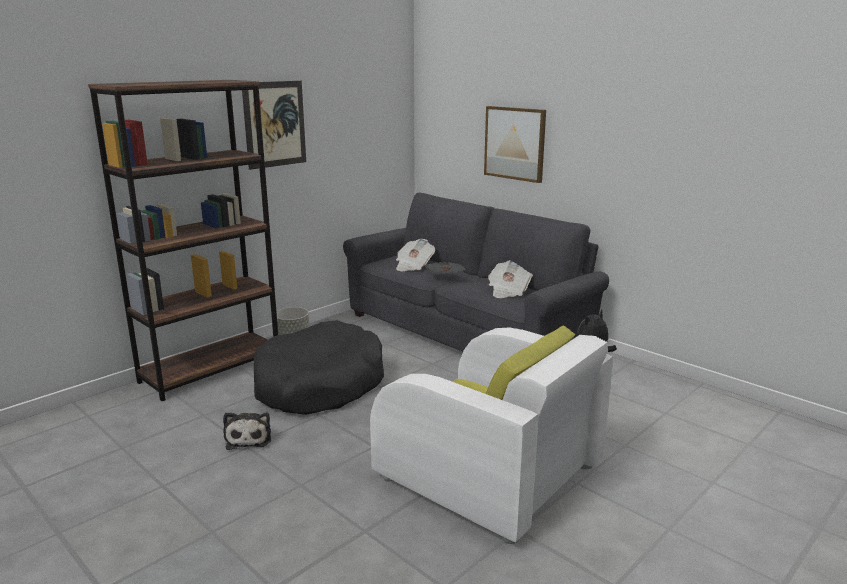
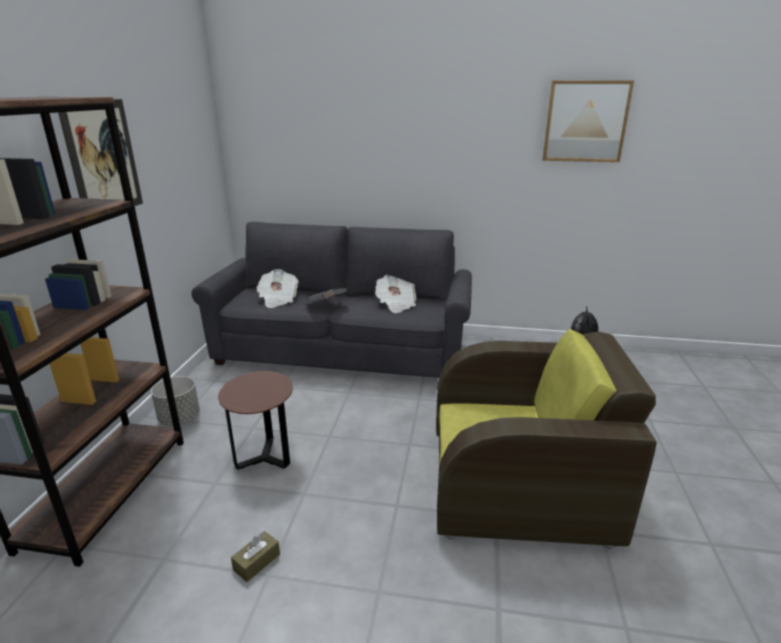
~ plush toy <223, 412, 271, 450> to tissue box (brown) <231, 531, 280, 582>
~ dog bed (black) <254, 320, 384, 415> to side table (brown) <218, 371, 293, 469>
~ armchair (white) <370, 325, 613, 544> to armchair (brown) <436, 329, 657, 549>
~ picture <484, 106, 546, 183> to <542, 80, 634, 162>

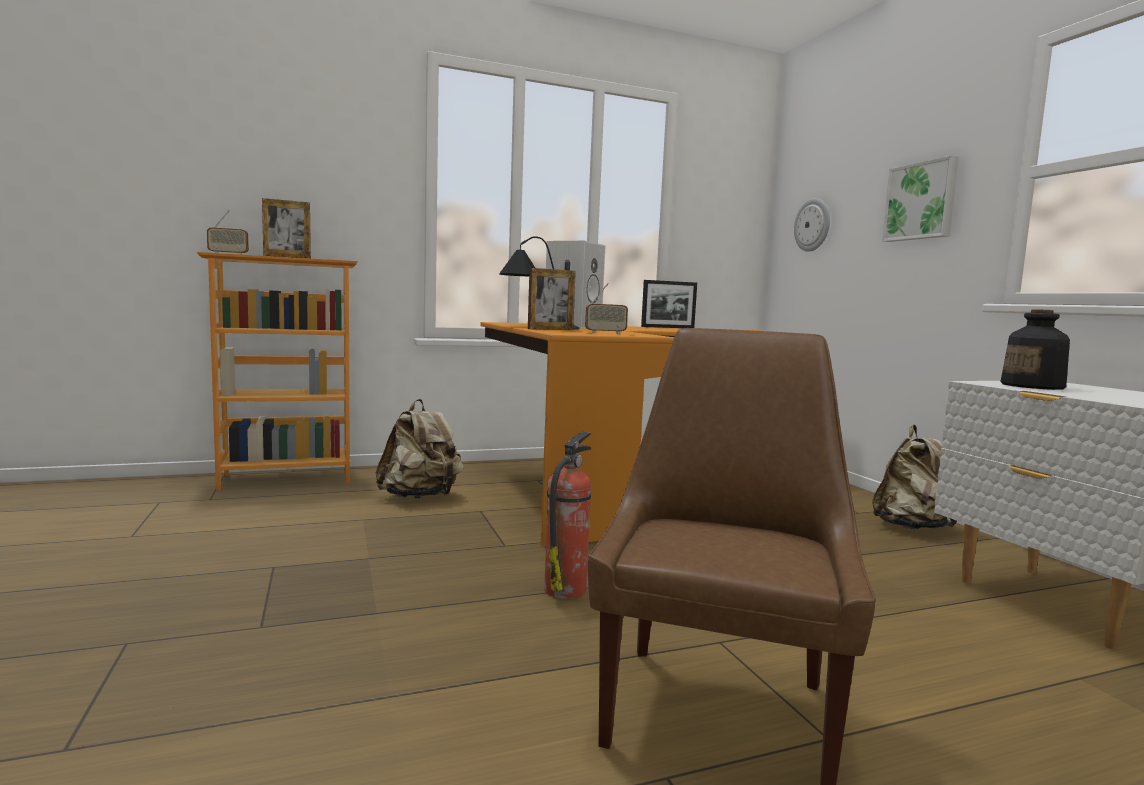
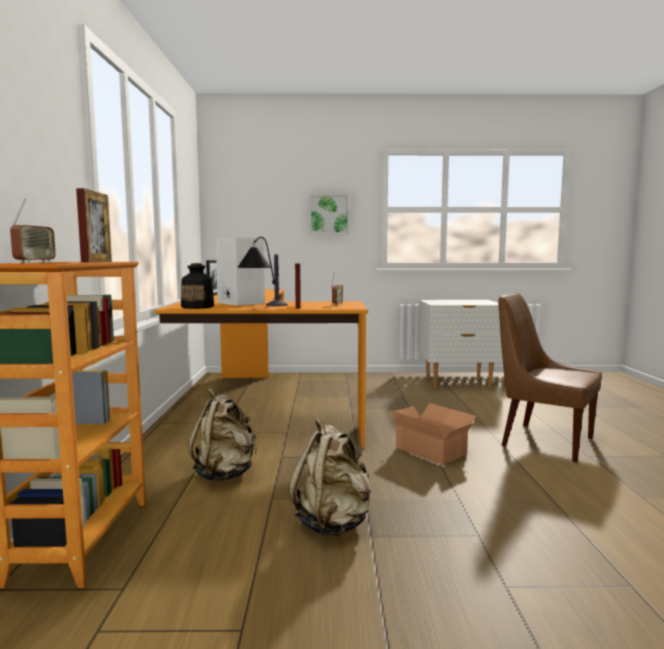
~ fire extinguisher <544, 432, 591, 599> to cardboard box <390, 403, 476, 465>
- wall clock <794, 198, 830, 252>
~ backpack (beige) <872, 424, 960, 529> to <288, 418, 371, 536>
~ bottle <1000, 309, 1070, 390> to <181, 263, 214, 309>

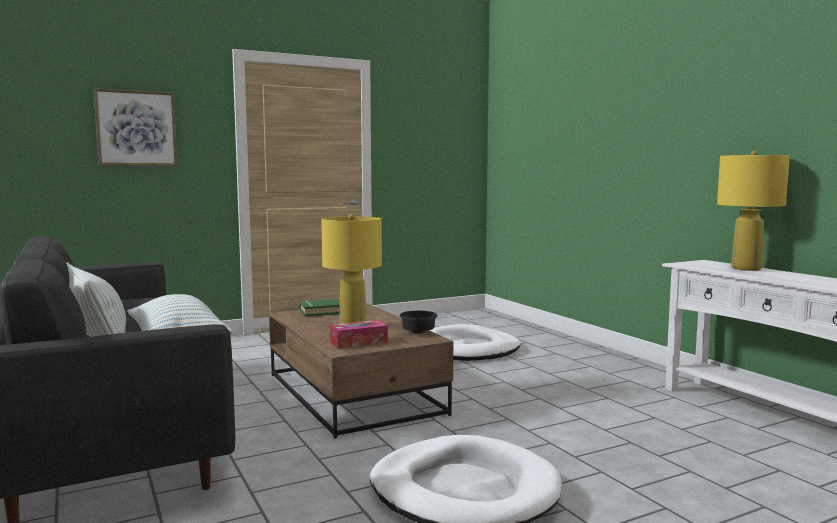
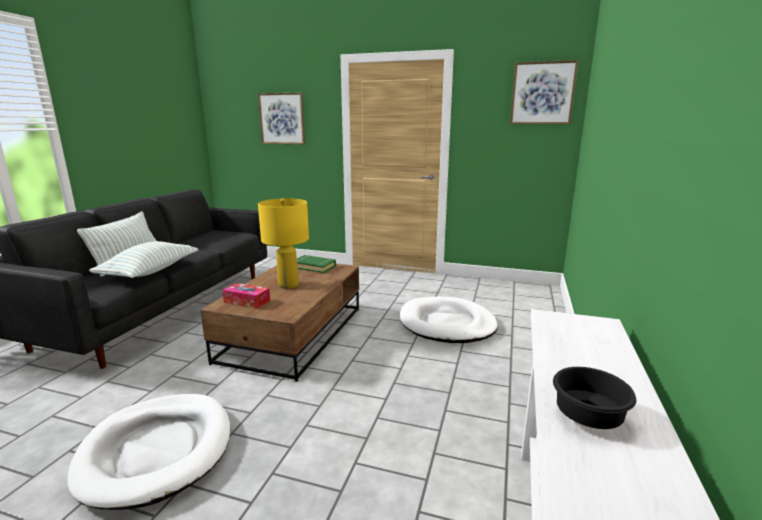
~ bowl (black) <400, 311, 438, 334> to <553, 367, 636, 429>
- table lamp (yellow) <717, 151, 790, 271>
+ picture <510, 60, 579, 124>

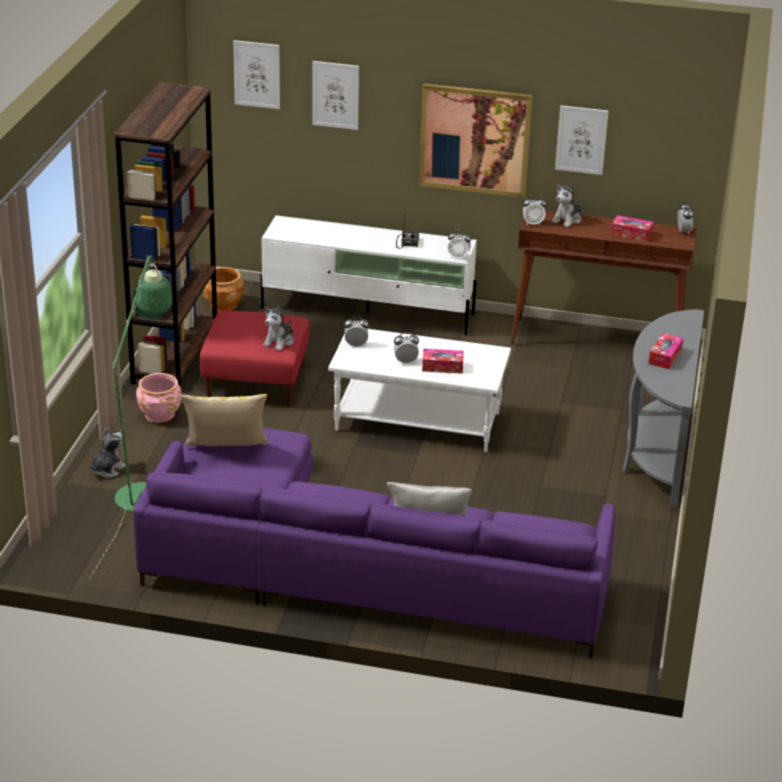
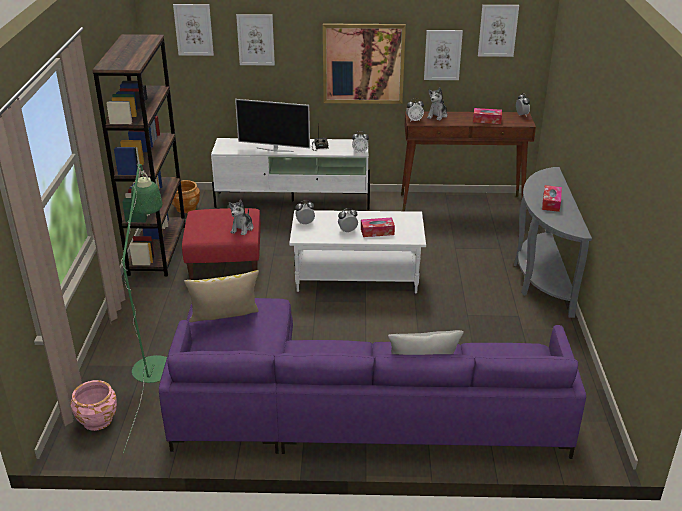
- plush toy <89, 428, 126, 478>
~ planter (pink) <136, 373, 181, 423> to <71, 380, 117, 431>
+ television <235, 99, 310, 152>
+ picture <478, 5, 519, 57>

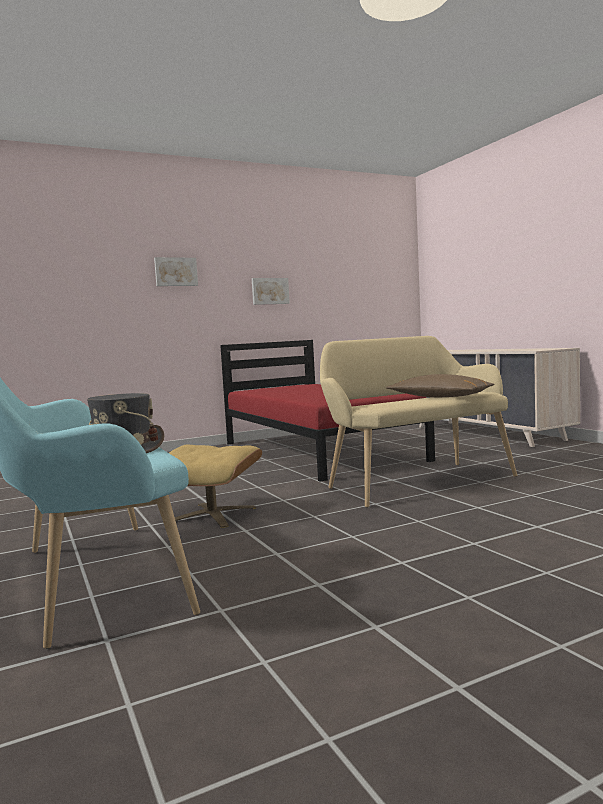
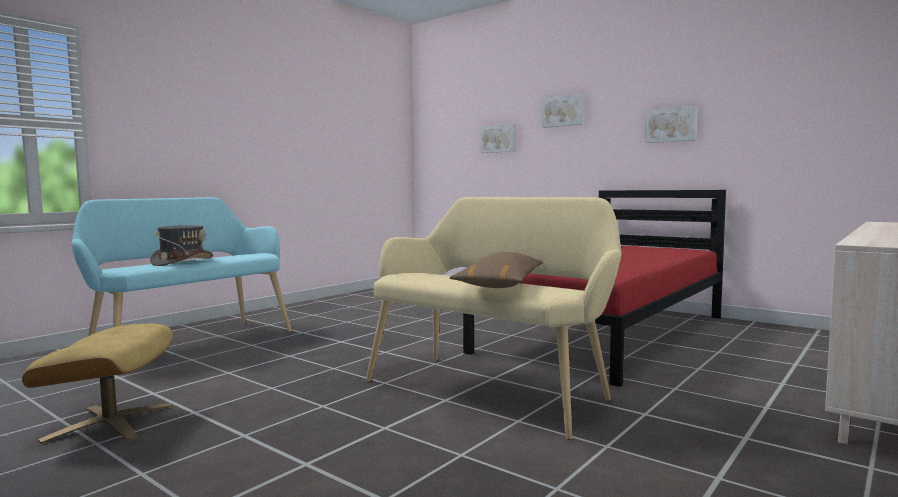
~ ottoman (beige) <169, 444, 262, 528> to <22, 323, 173, 444>
+ picture <480, 123, 516, 153>

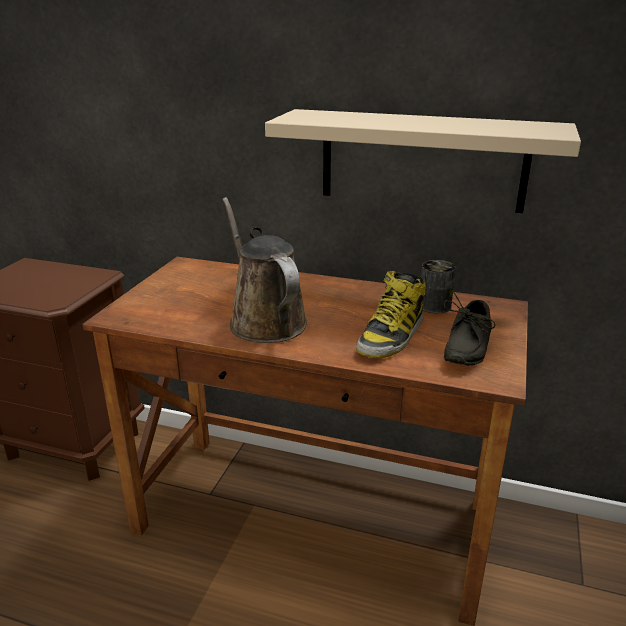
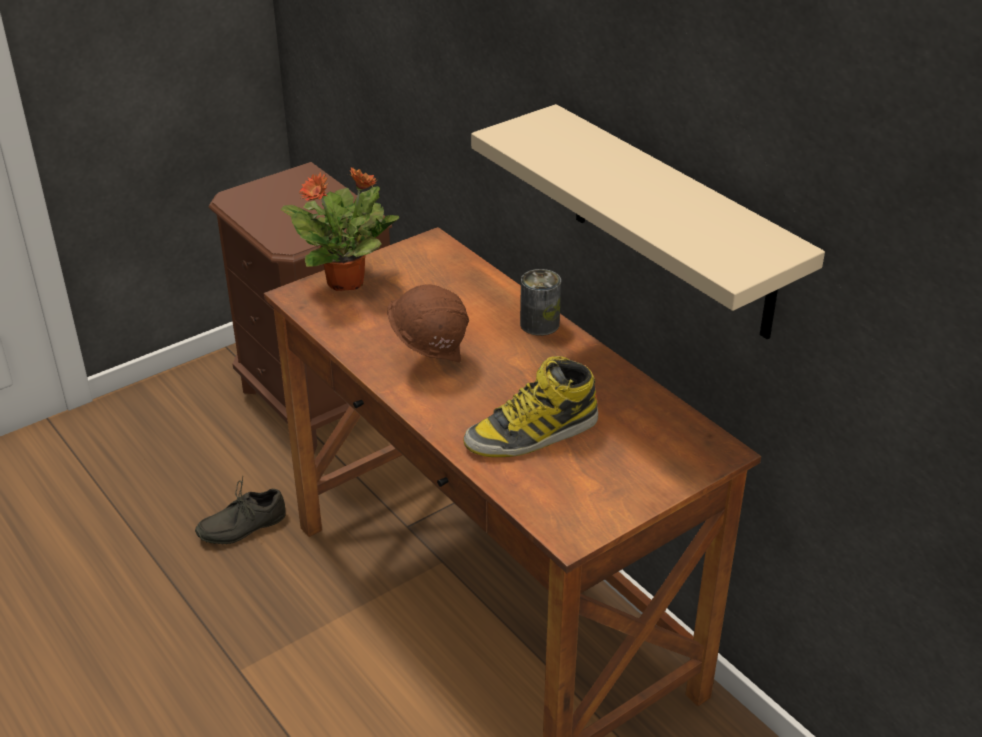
~ watering can (brown) <222, 197, 307, 343> to hard hat (brown) <387, 284, 469, 363>
~ can <421, 260, 456, 313> to <520, 269, 561, 336>
~ shoe (grey) <444, 291, 495, 366> to <195, 476, 286, 544>
+ potted plant <281, 168, 399, 291>

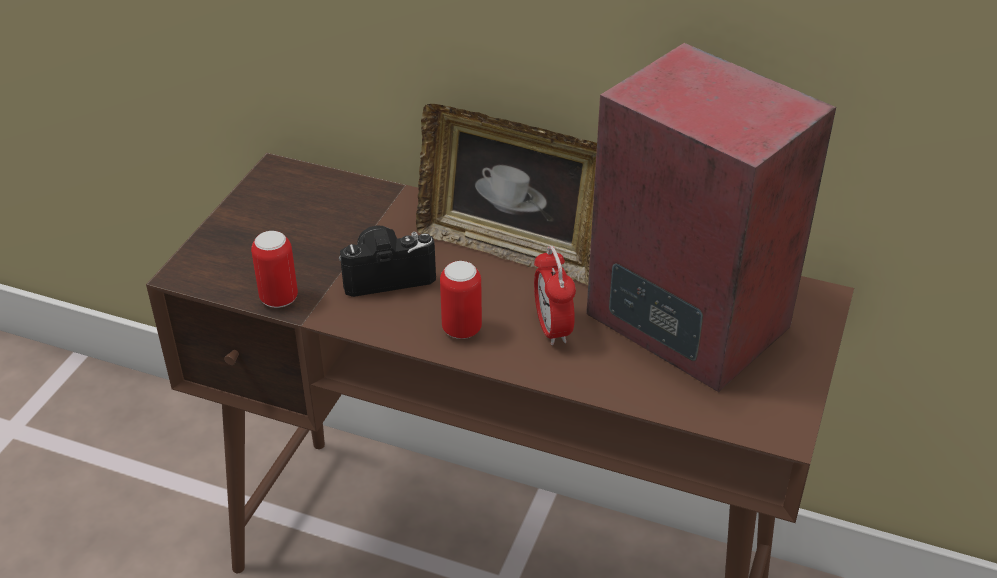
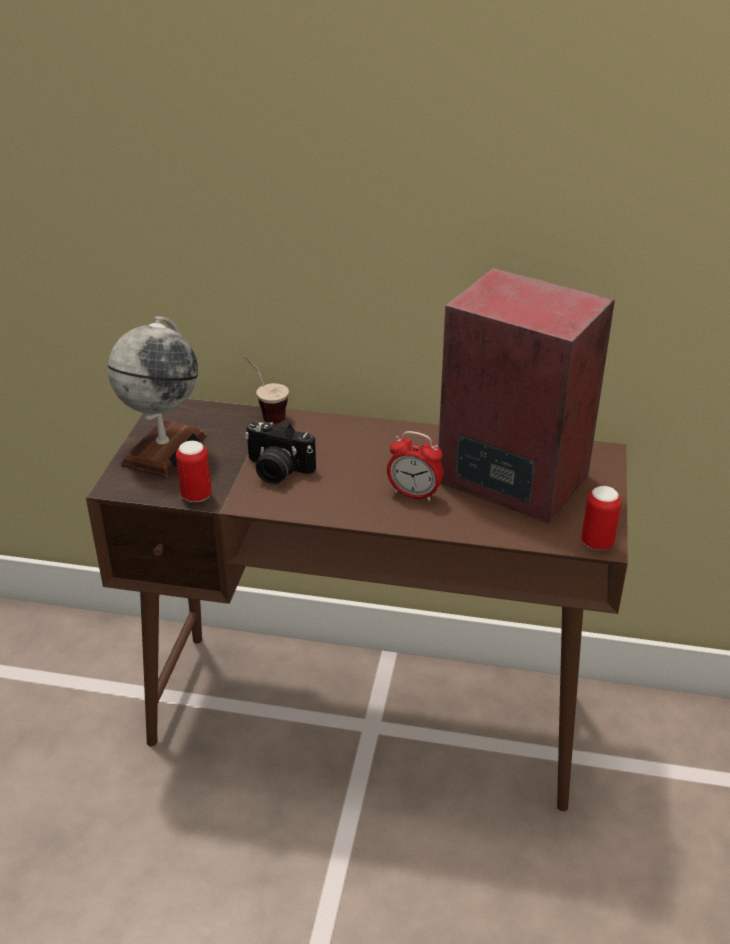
~ photo camera <339, 225, 436, 297> = <245, 421, 316, 484> 135 degrees counterclockwise
- picture frame <416, 104, 597, 285>
~ can <440, 261, 482, 339> to <581, 486, 621, 550>
~ alarm clock <534, 246, 576, 345> = <387, 431, 443, 501> 45 degrees counterclockwise
+ globe <108, 316, 207, 477>
+ cup <245, 356, 289, 424>

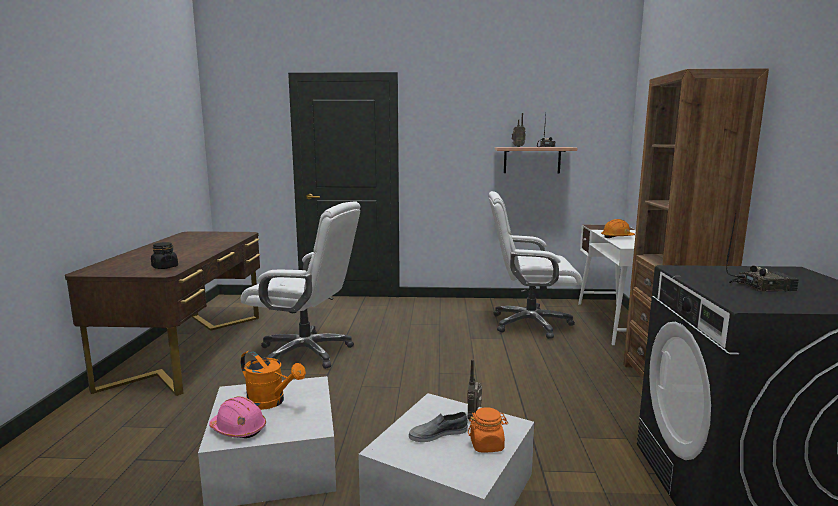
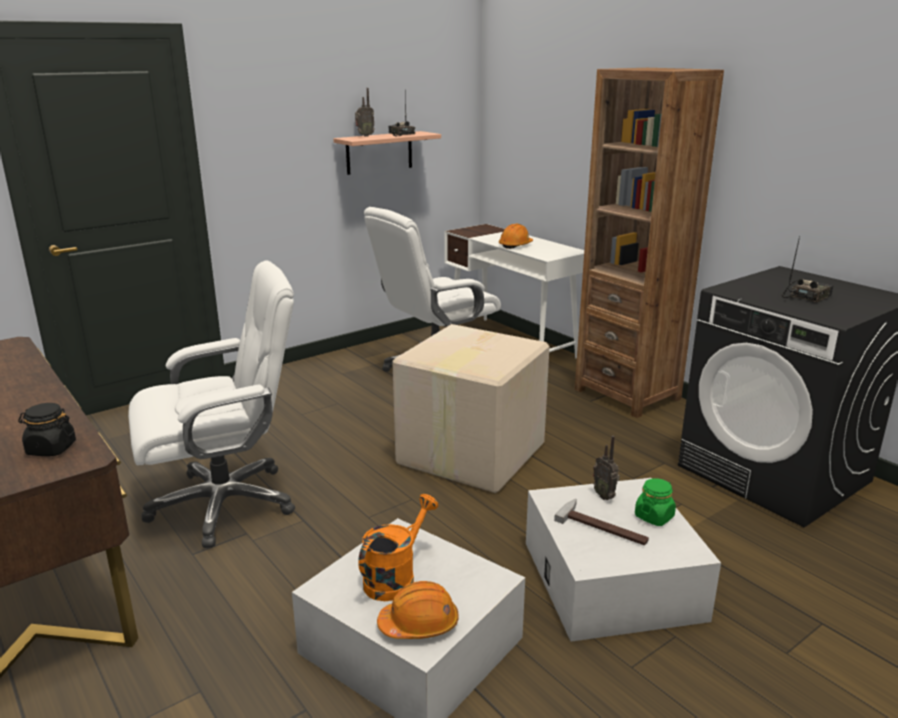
~ hard hat (pink) <209, 396, 266, 438> to hard hat (orange) <377, 581, 459, 639>
~ watering can (orange) <241, 351, 306, 410> = <358, 494, 438, 601> 45 degrees counterclockwise
~ shoe (grey) <409, 412, 468, 442> to hammer <554, 499, 649, 545>
~ jar (orange) <468, 407, 508, 452> to jar (green) <635, 478, 676, 526>
+ cardboard box <393, 324, 550, 493>

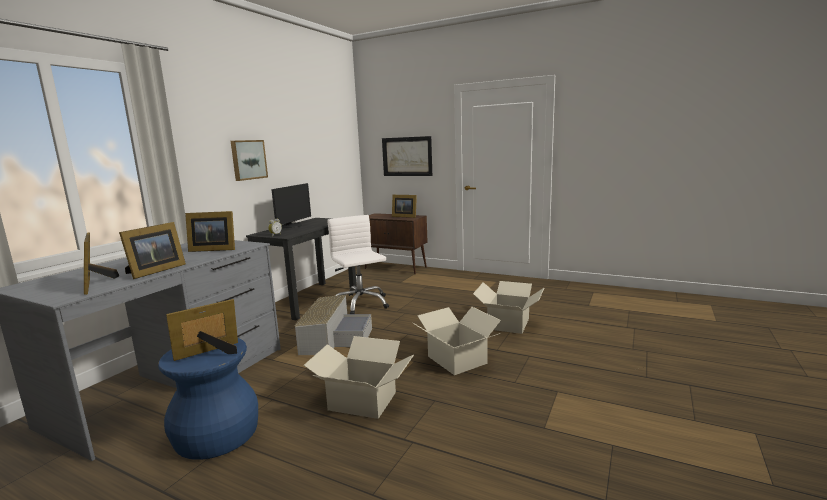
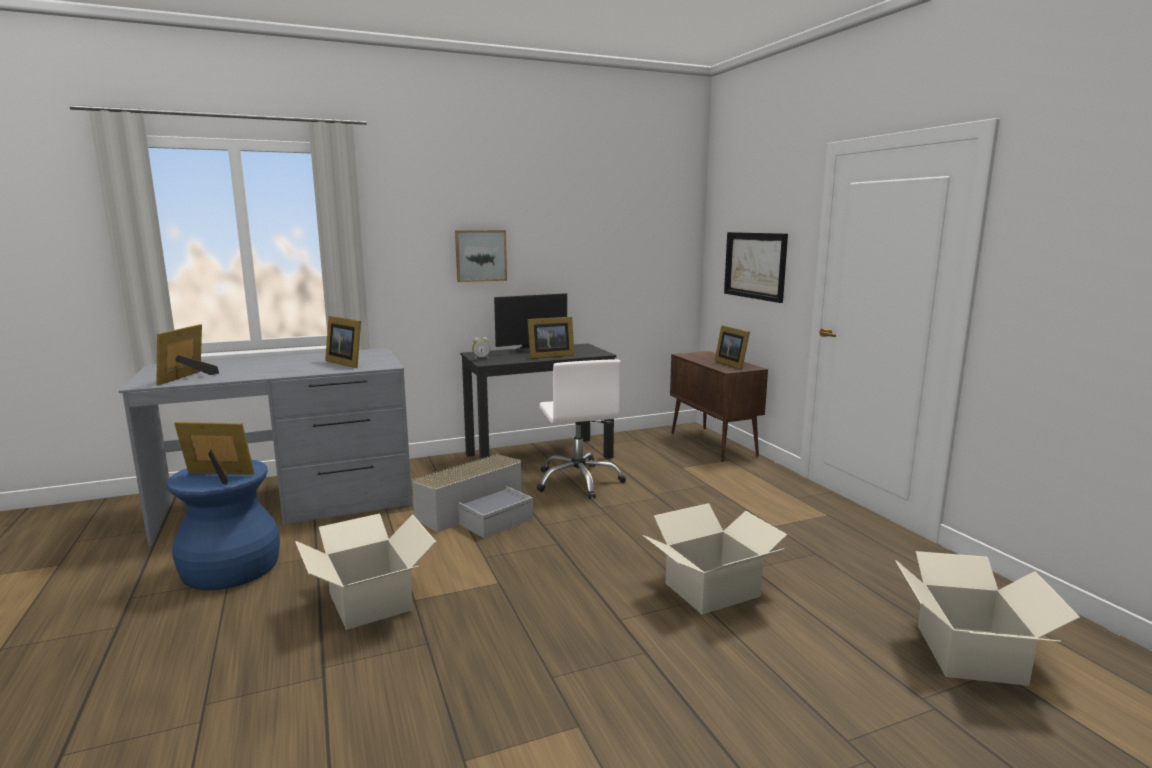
~ picture frame <119, 222, 186, 279> to <528, 317, 575, 359>
~ office chair (white) <327, 215, 389, 314> = <536, 359, 626, 499> 150 degrees clockwise
~ cardboard box <413, 307, 501, 375> to <895, 551, 1081, 686>

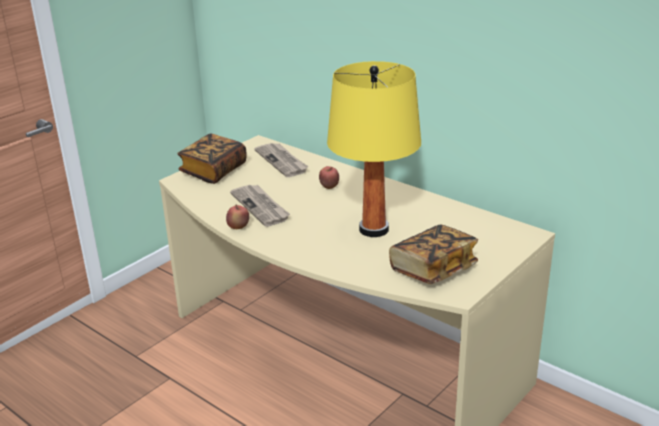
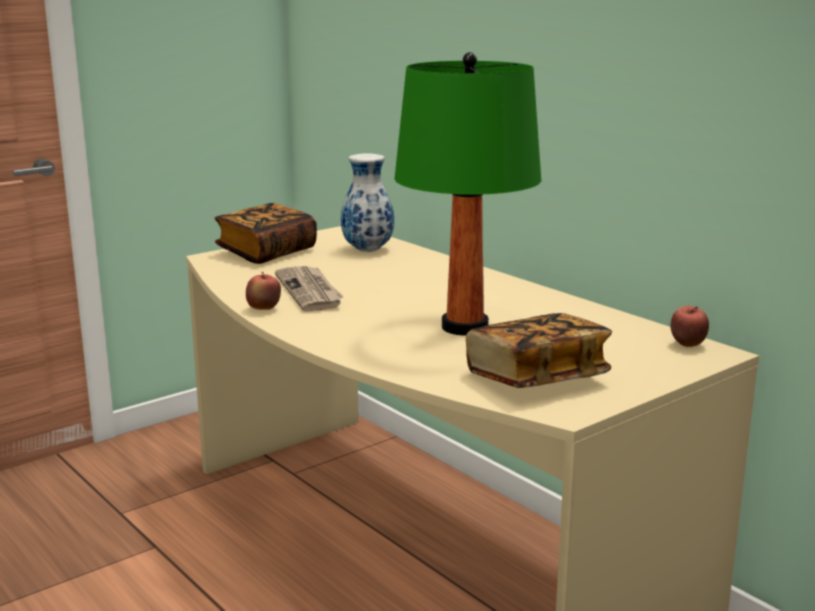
~ newspaper <254, 143, 309, 177> to vase <341, 154, 394, 252>
~ apple <319, 166, 339, 189> to <670, 306, 709, 347>
~ table lamp (yellow) <327, 61, 421, 237> to table lamp (green) <394, 52, 542, 336>

